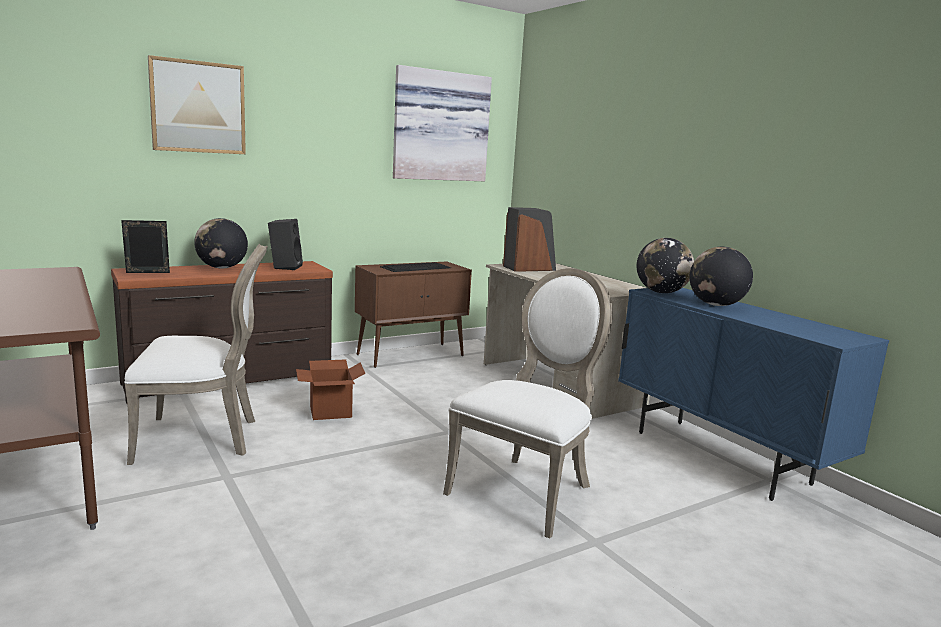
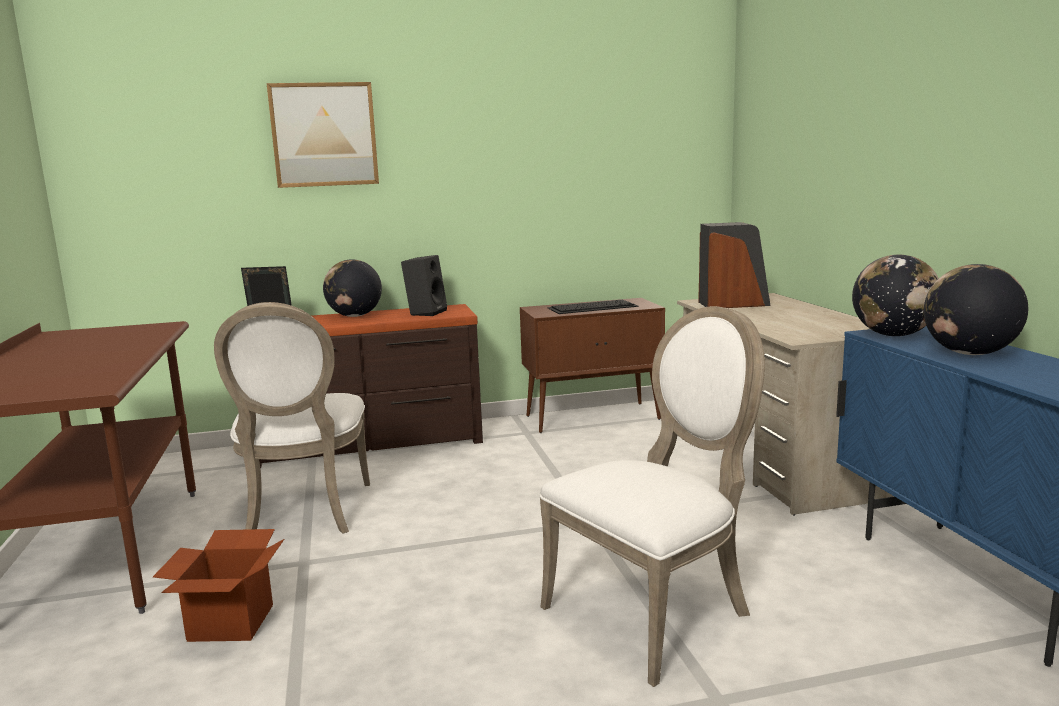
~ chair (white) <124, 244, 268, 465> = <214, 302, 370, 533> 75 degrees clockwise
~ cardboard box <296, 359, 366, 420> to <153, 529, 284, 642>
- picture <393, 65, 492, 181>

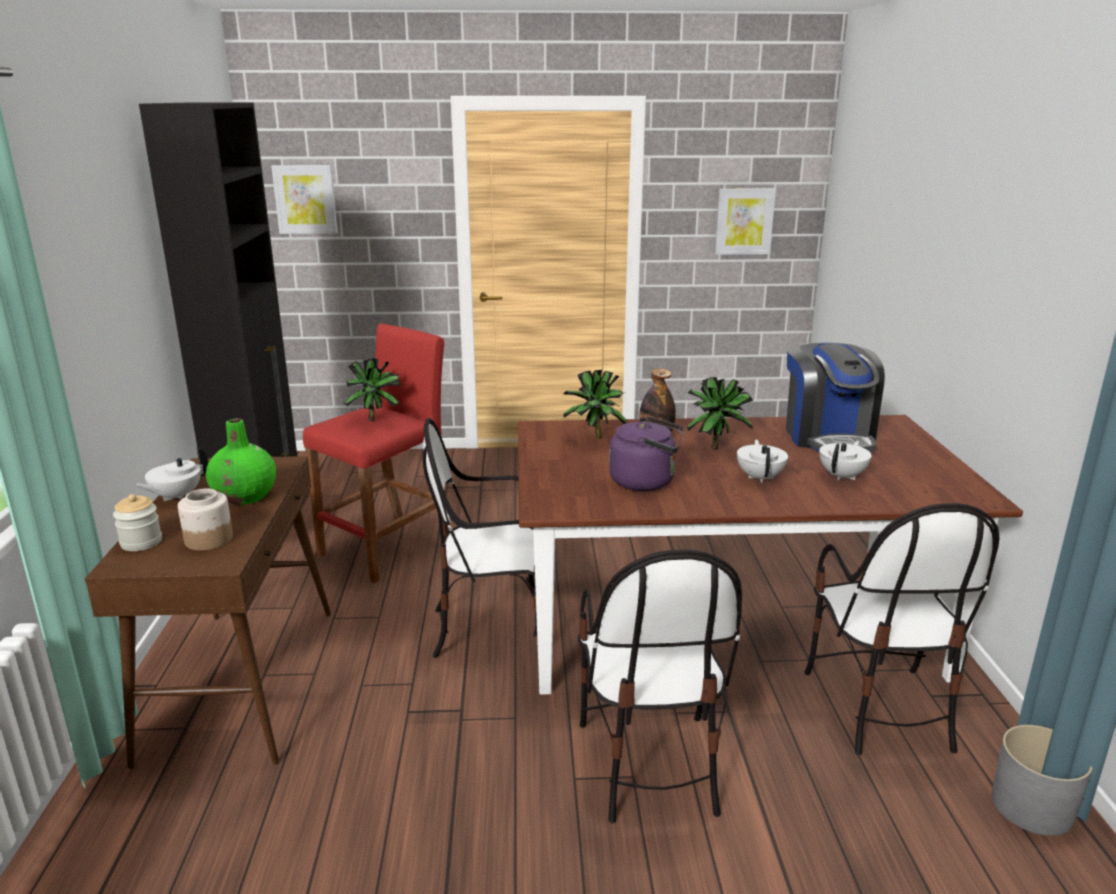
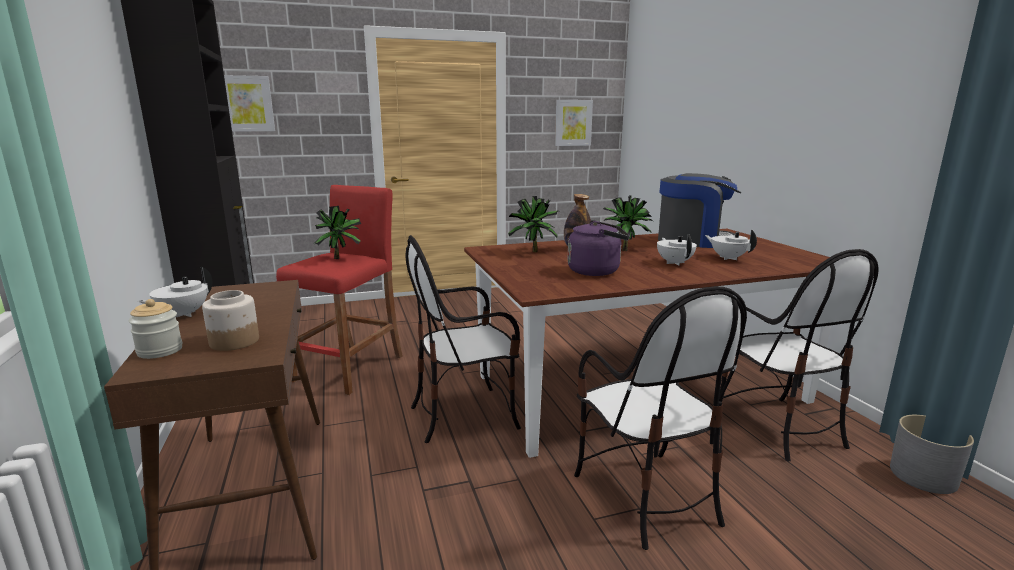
- vase (green) <206, 419, 276, 505>
~ coffee machine <786, 343, 885, 453> = <658, 173, 741, 248> 60 degrees counterclockwise
~ teapot (white) <819, 441, 872, 480> = <705, 230, 757, 260> 60 degrees counterclockwise

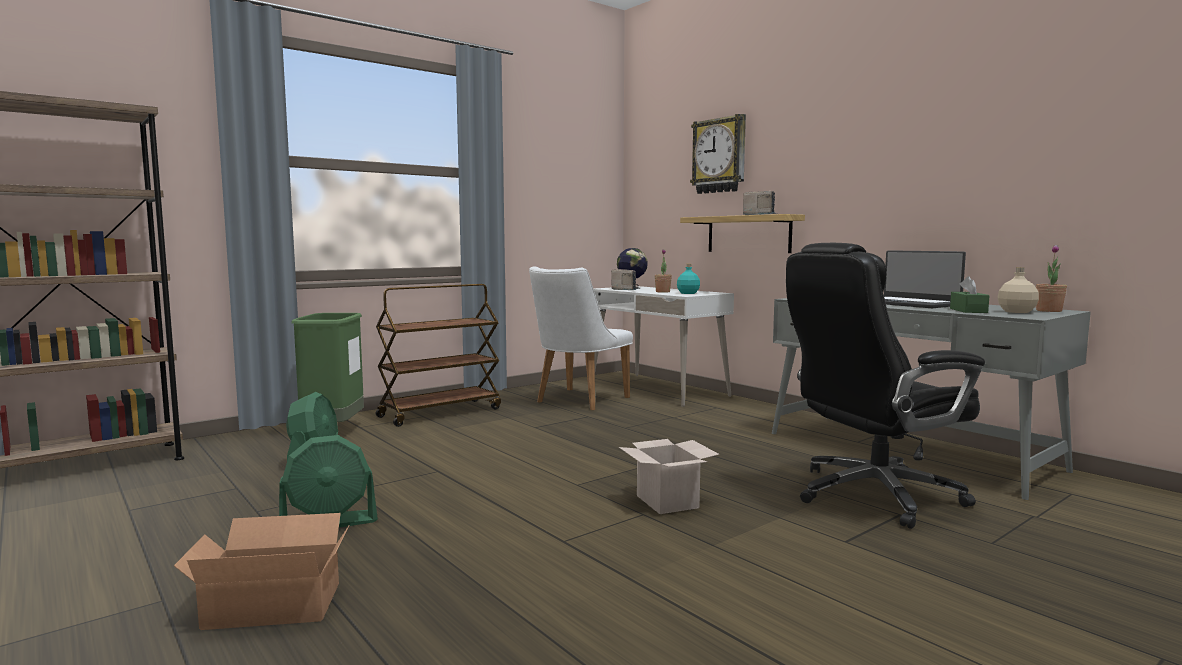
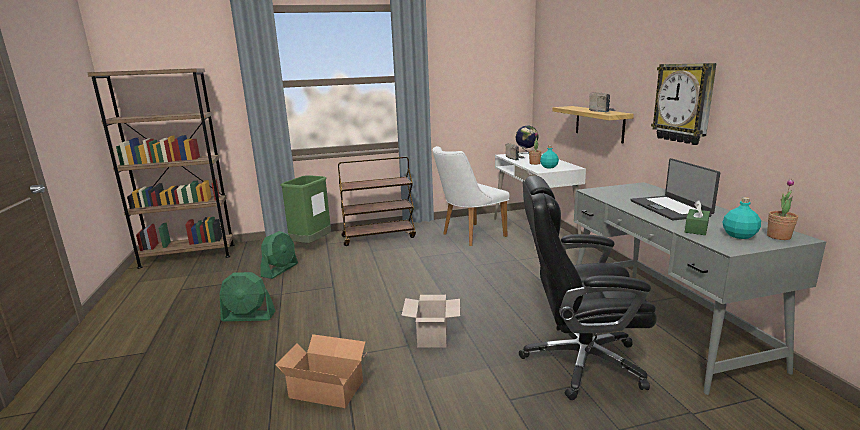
~ cardboard box <174, 513, 349, 630> to <276, 334, 366, 408>
~ wall clock <690, 114, 746, 194> to <651, 63, 717, 145>
~ bottle (beige) <997, 267, 1039, 313> to bottle (turquoise) <723, 197, 761, 239>

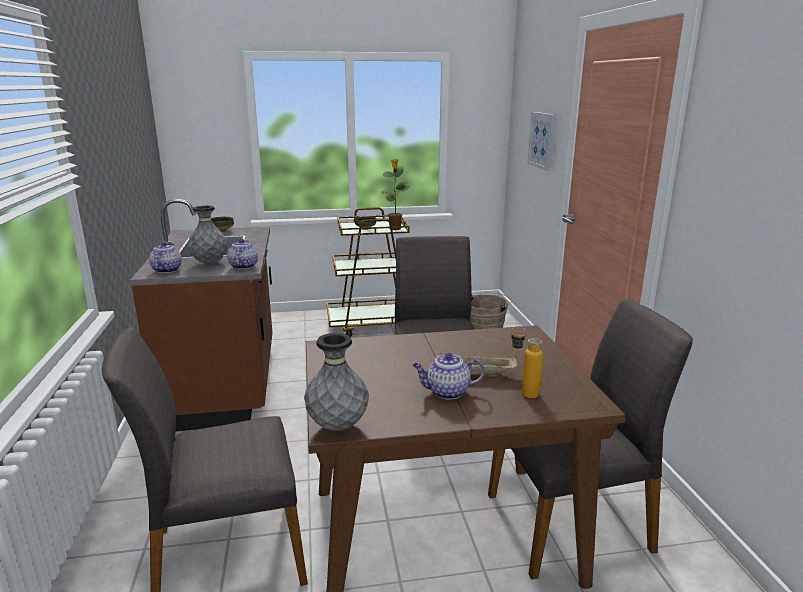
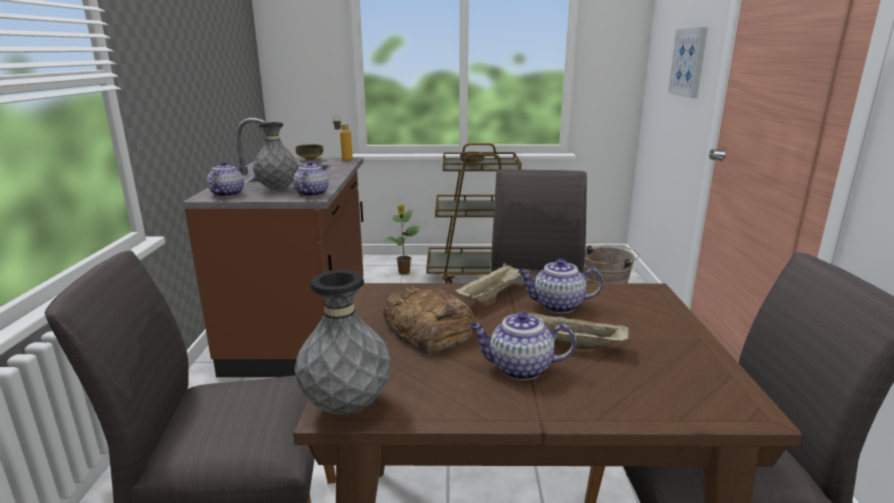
~ potted plant <380, 159, 410, 230> to <384, 205, 421, 275>
~ bottle <511, 326, 543, 398> to <333, 116, 353, 161>
+ bread <383, 286, 474, 355>
+ tray (beige) <455, 263, 530, 303>
+ teapot <518, 259, 603, 313>

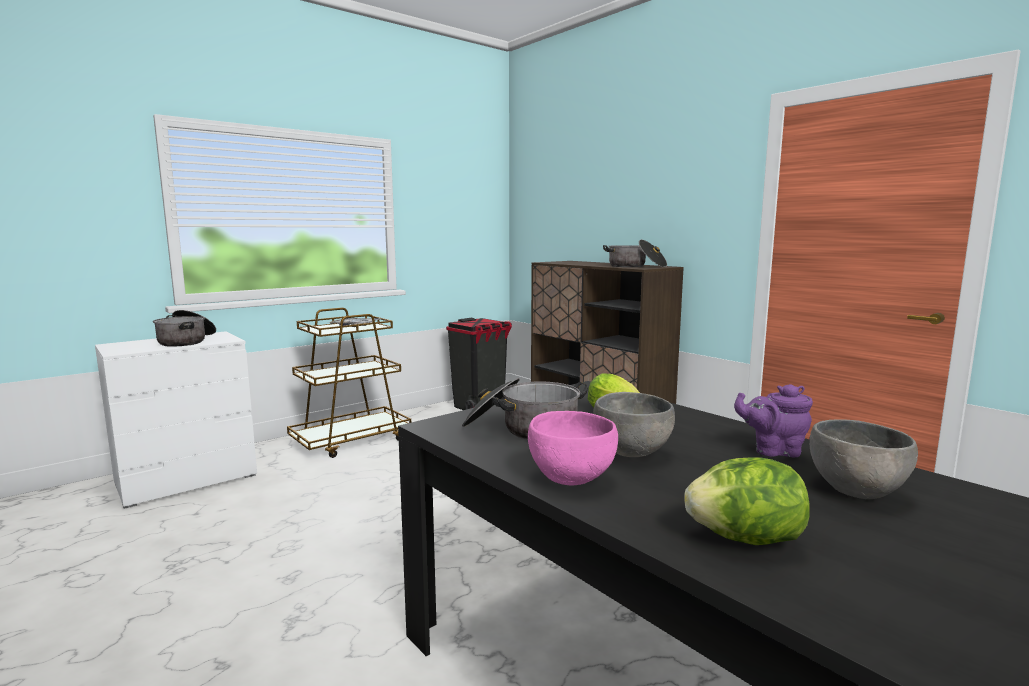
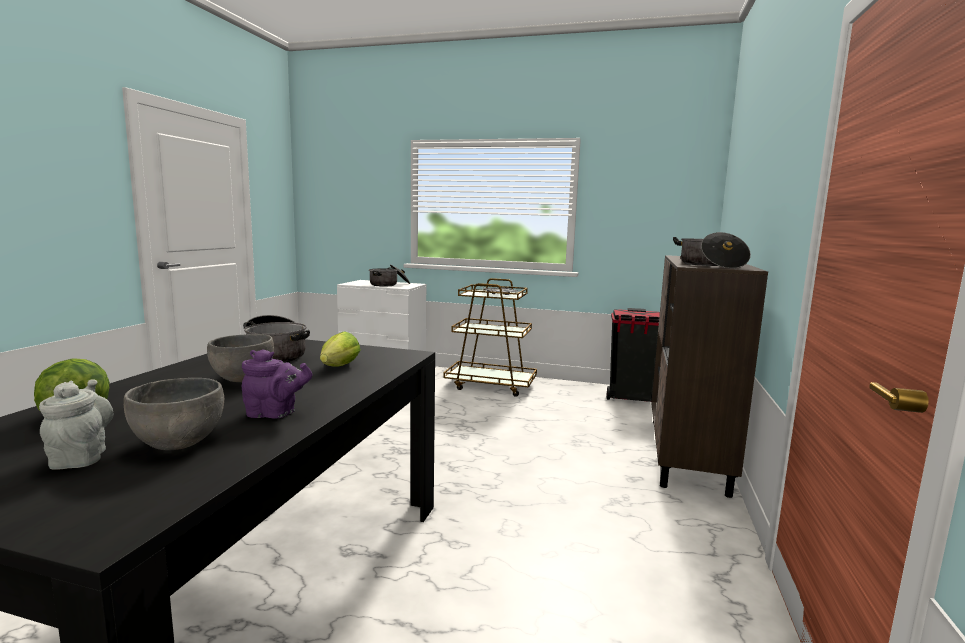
- bowl (pink) <528, 411, 618, 485>
~ teapot (purple) <734, 384, 813, 457> = <242, 349, 313, 418> 120 degrees clockwise
+ teapot (grey) <39, 379, 113, 470>

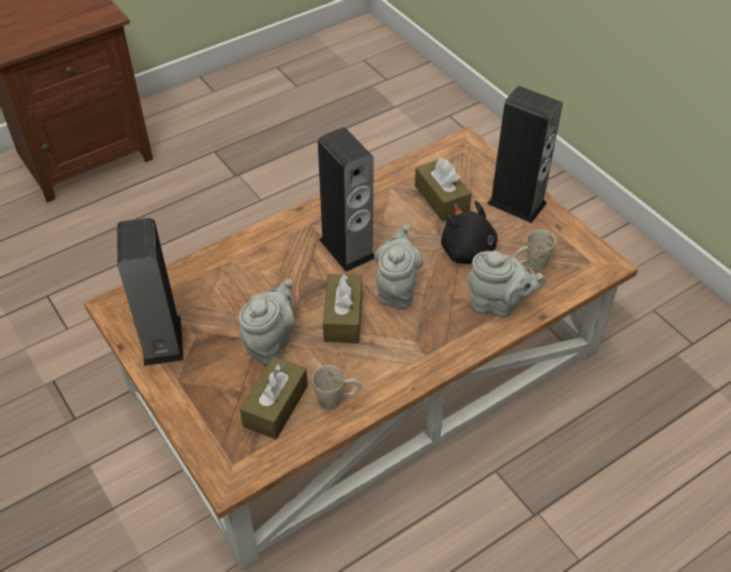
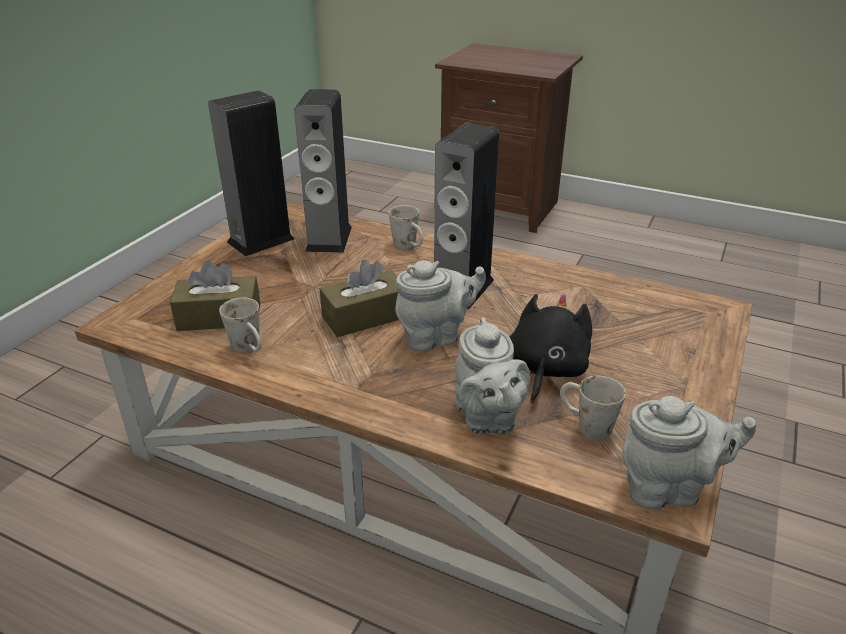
~ teapot (grey) <239, 279, 295, 365> to <622, 396, 756, 510>
- tissue box (brown) <415, 157, 472, 221>
~ speaker <487, 86, 563, 223> to <294, 89, 352, 253>
+ mug (white) <389, 205, 423, 249>

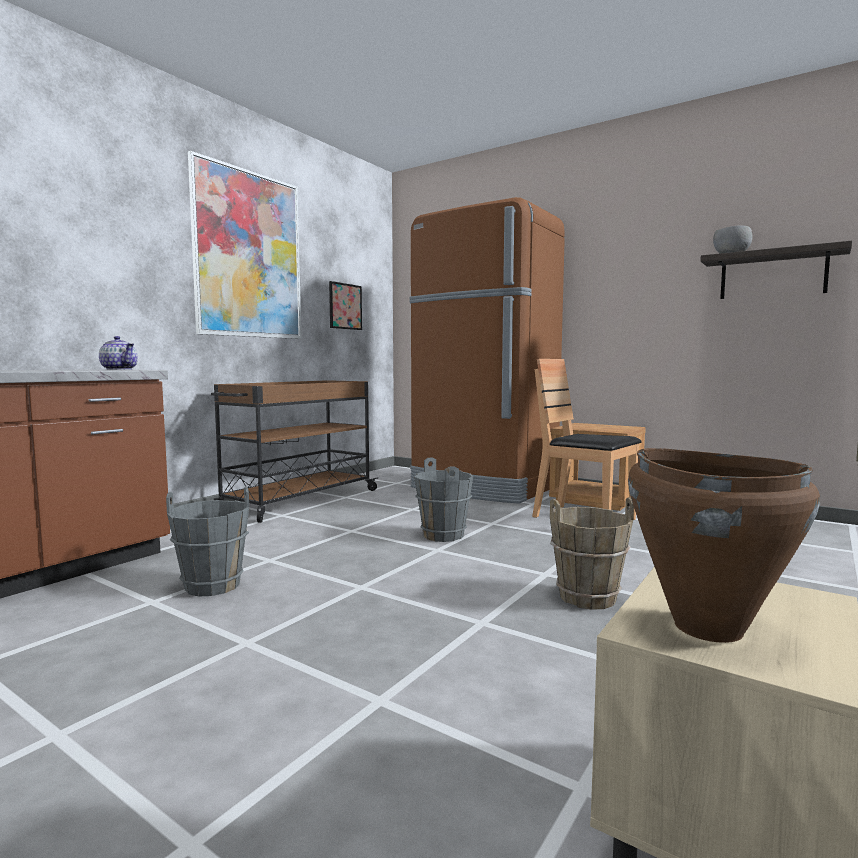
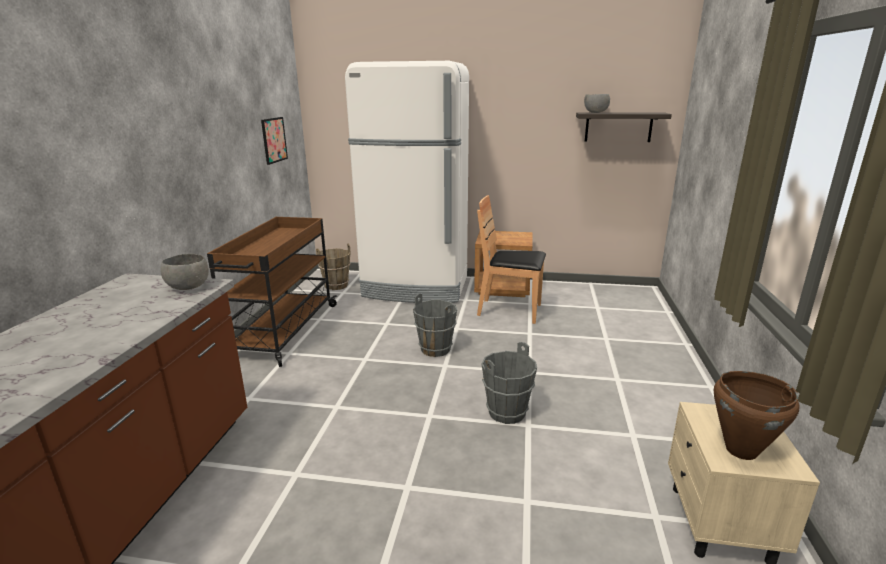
~ teapot <99, 336, 138, 370> to bowl (grey) <160, 254, 209, 290>
~ bucket (grey) <166, 487, 249, 596> to <481, 342, 537, 424>
- picture <188, 151, 301, 339>
~ fridge (brown) <409, 197, 565, 504> to fridge (white) <345, 61, 469, 303>
~ bucket (brown) <550, 498, 634, 610> to <316, 243, 351, 290>

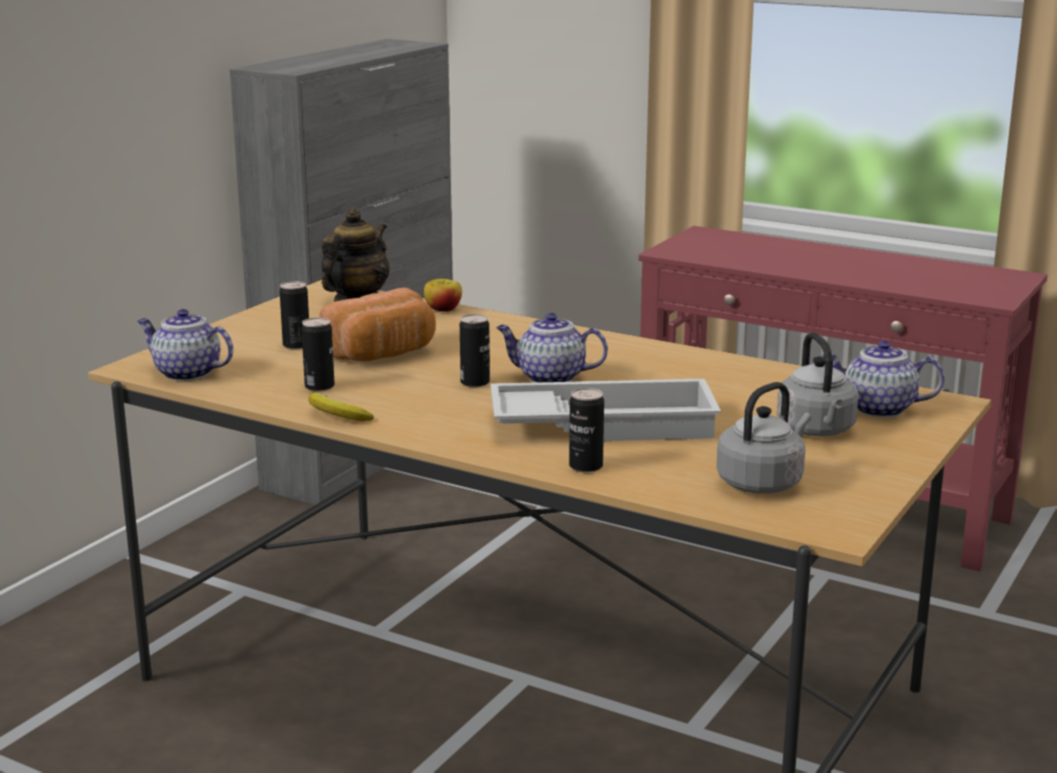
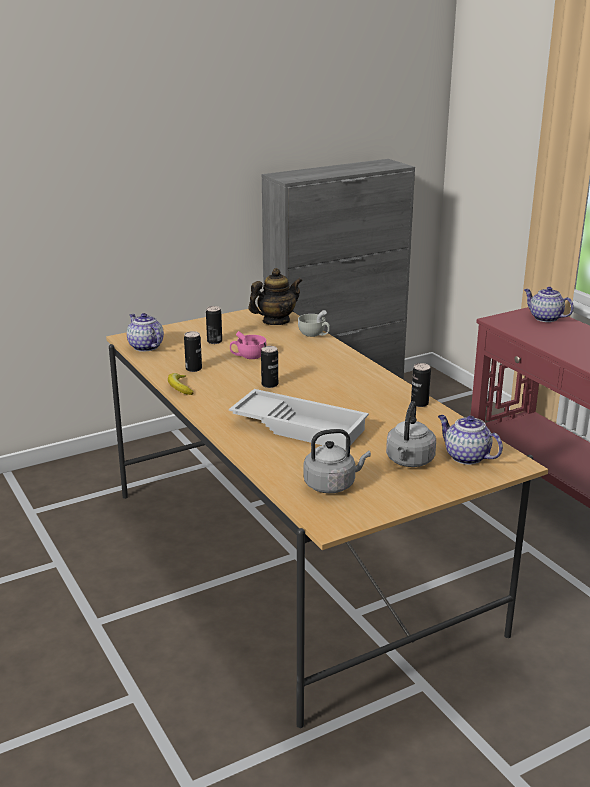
~ bread <319, 288, 436, 361> to cup (pink) <230, 331, 266, 359>
~ apple <424, 279, 462, 312> to cup (white) <298, 310, 330, 337>
~ teapot <496, 313, 608, 383> to <524, 287, 574, 322>
~ can <569, 388, 604, 473> to <411, 363, 431, 407>

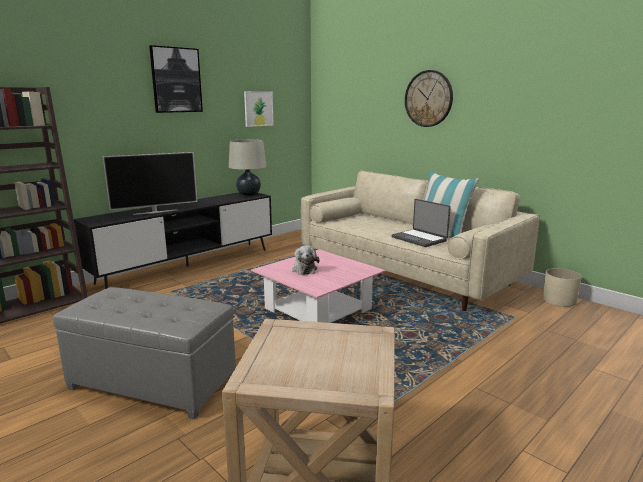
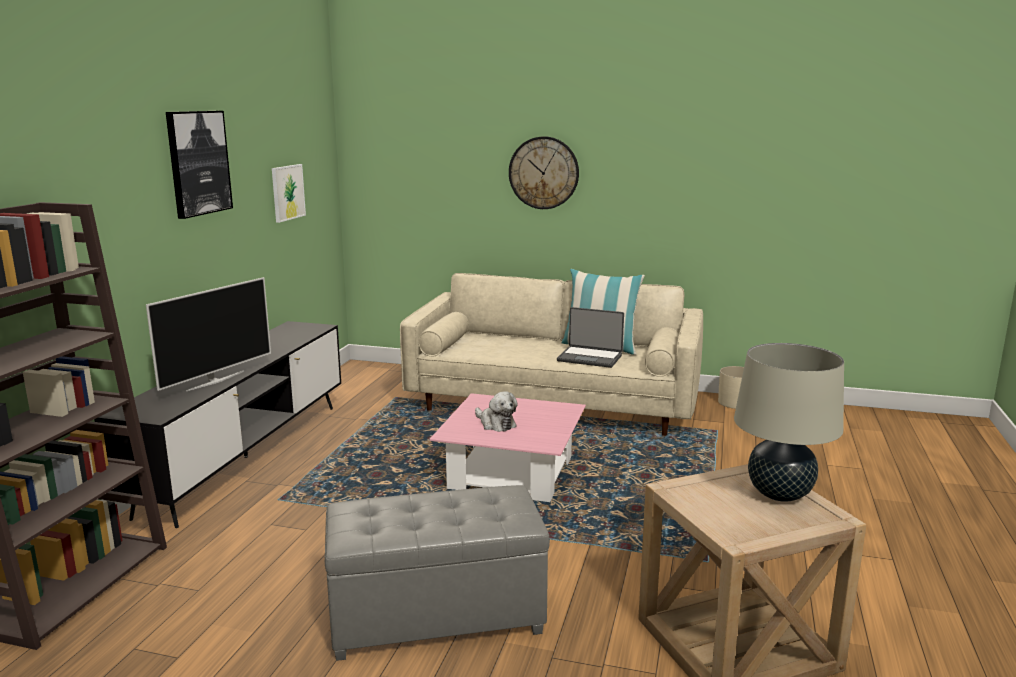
~ table lamp (beige) <229, 139, 267, 196> to <734, 343, 844, 502>

